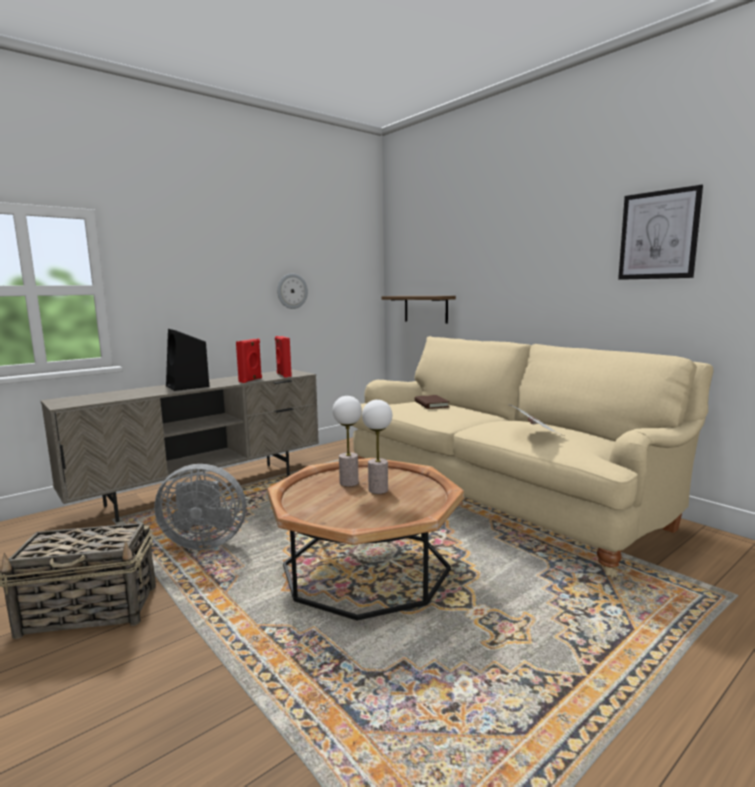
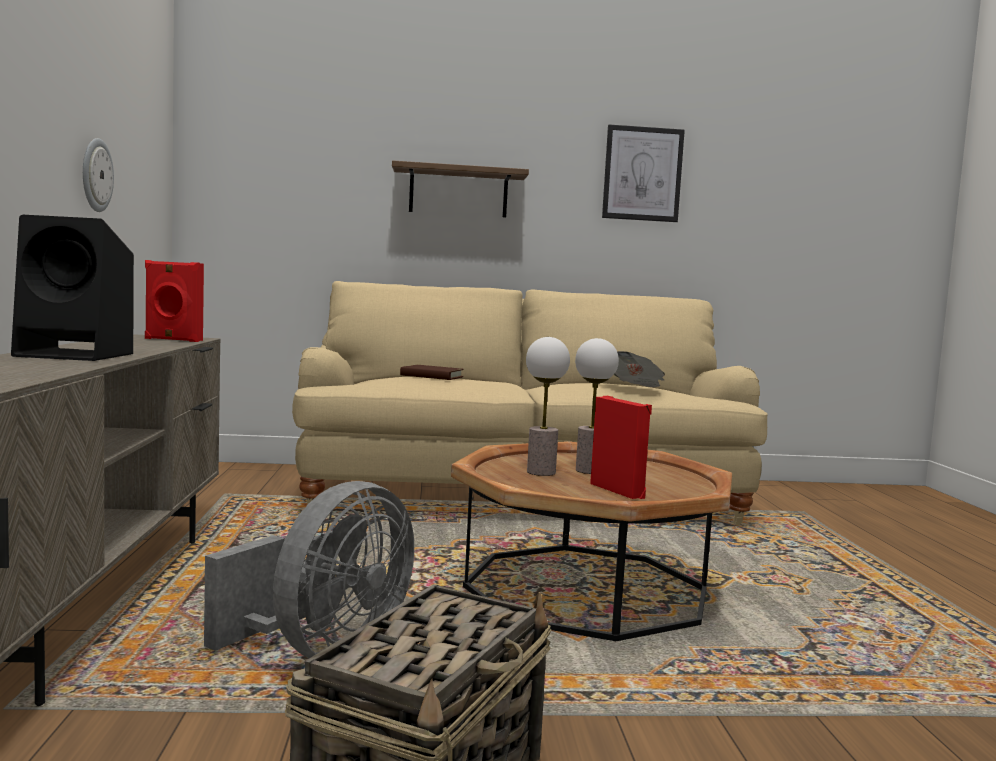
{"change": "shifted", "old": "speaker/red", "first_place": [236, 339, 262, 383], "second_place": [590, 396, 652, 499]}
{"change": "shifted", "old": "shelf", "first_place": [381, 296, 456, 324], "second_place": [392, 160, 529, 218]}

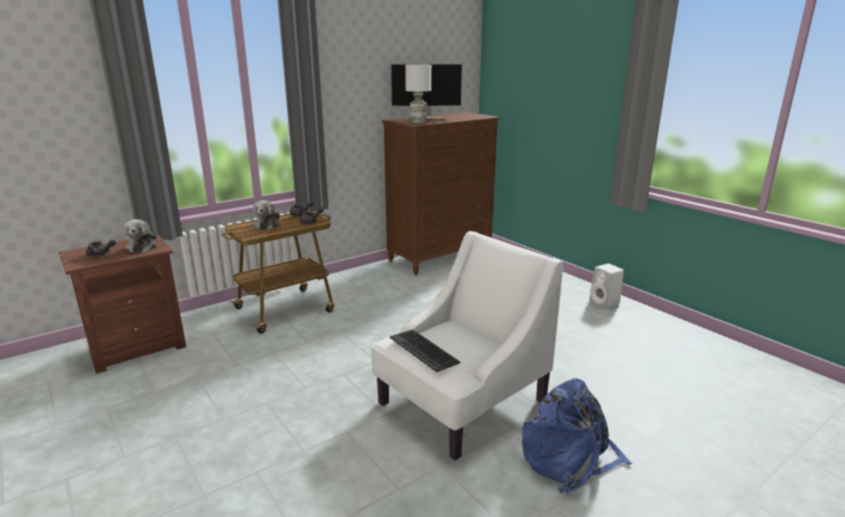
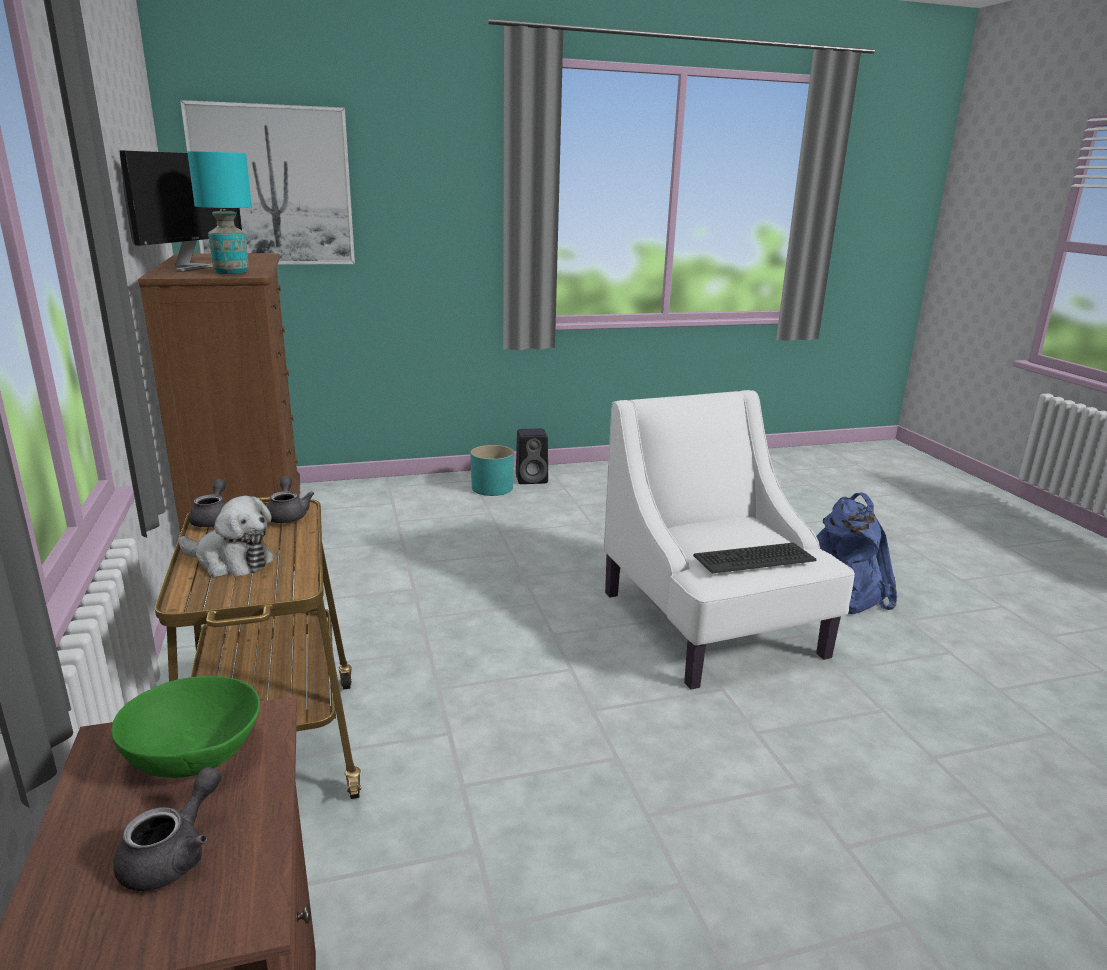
{"change": "new", "new": "picture", "second_place": [180, 100, 355, 265]}
{"change": "new", "new": "planter/turquoise", "second_place": [470, 445, 514, 496]}
{"change": "swapped", "old": "plush toy", "new": "bowl/green", "first_place": [123, 219, 157, 253], "second_place": [111, 676, 260, 778]}
{"change": "repainted", "old": "table lamp/white", "new": "table lamp/turquoise", "first_place": [405, 64, 431, 123], "second_place": [187, 151, 252, 274]}
{"change": "repainted", "old": "speaker/white", "new": "speaker/black", "first_place": [590, 263, 624, 308], "second_place": [516, 428, 548, 484]}

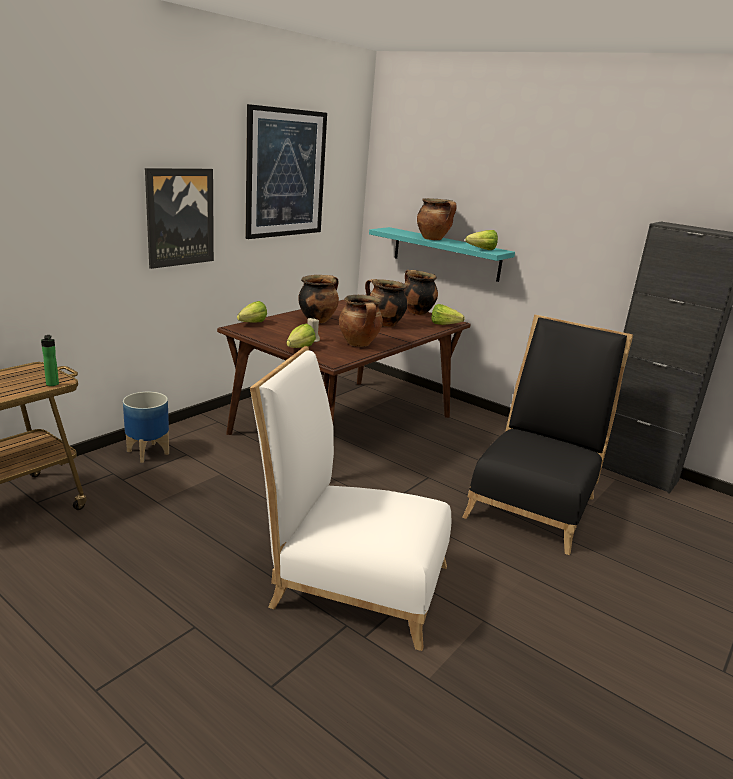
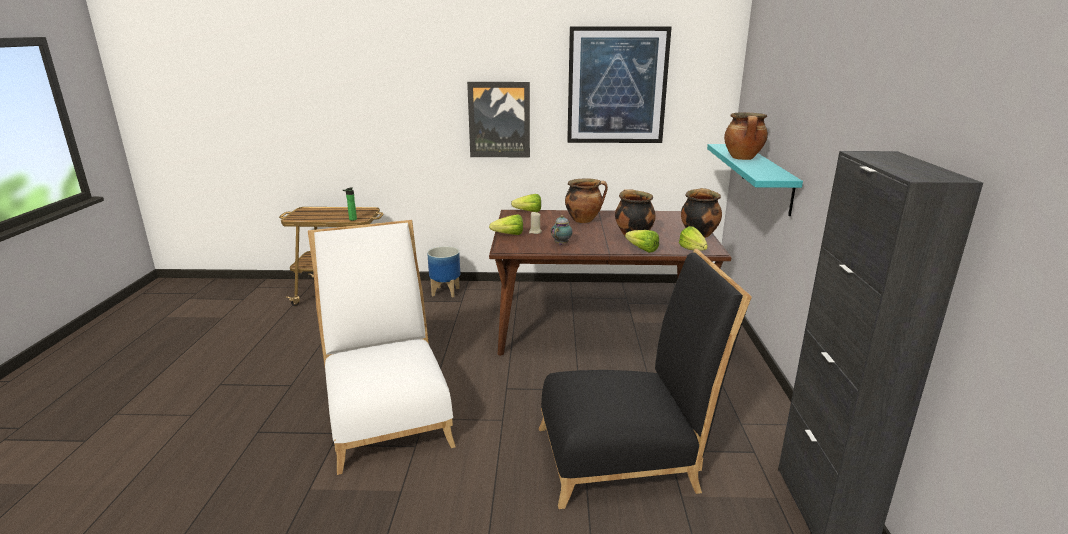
{"change": "shifted", "old": "lettuce", "first_place": [466, 230, 498, 250], "second_place": [625, 230, 659, 253]}
{"change": "swapped", "old": "cooking pot", "new": "teapot", "first_place": [339, 295, 383, 347], "second_place": [551, 215, 573, 245]}

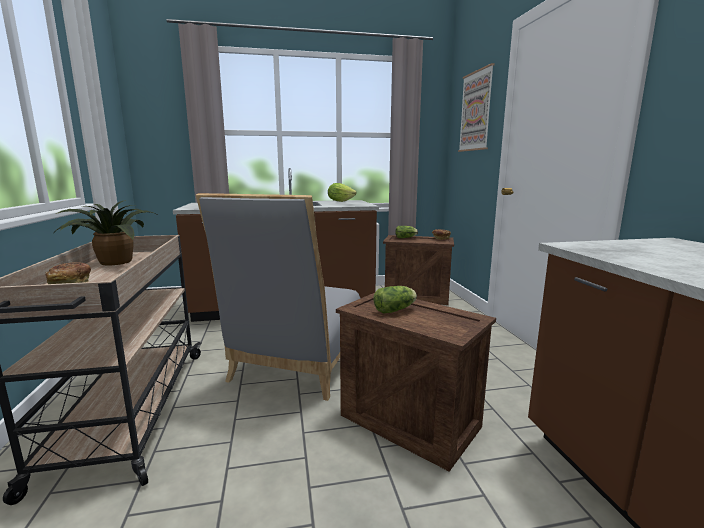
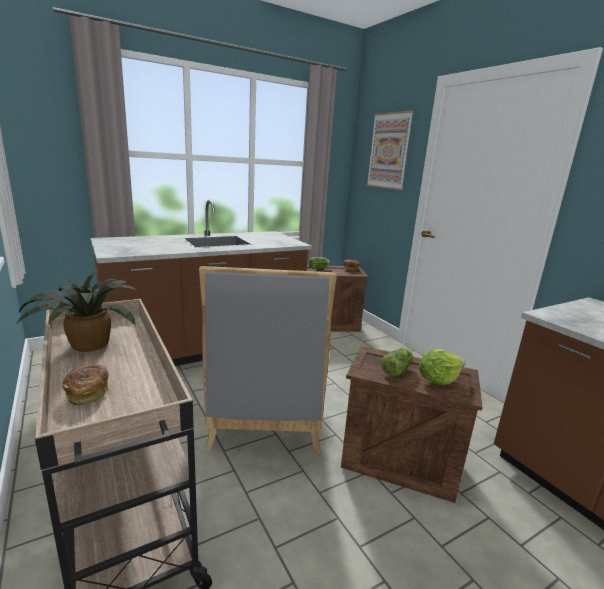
{"change": "shifted", "old": "lettuce", "first_place": [328, 183, 357, 202], "second_place": [419, 349, 465, 385]}

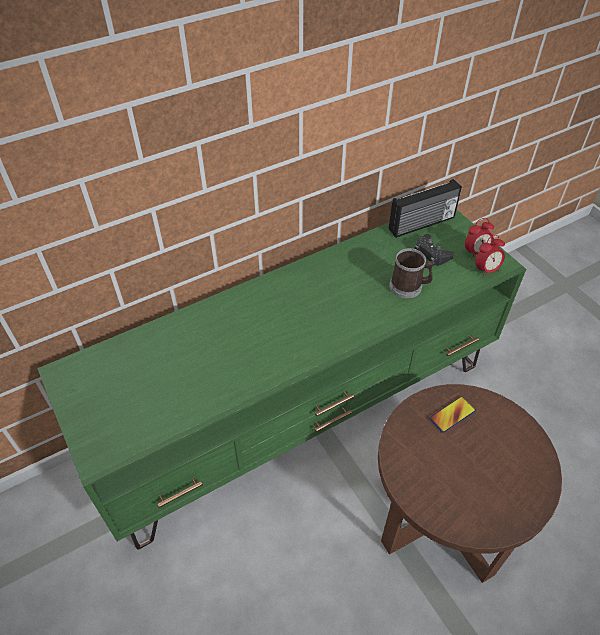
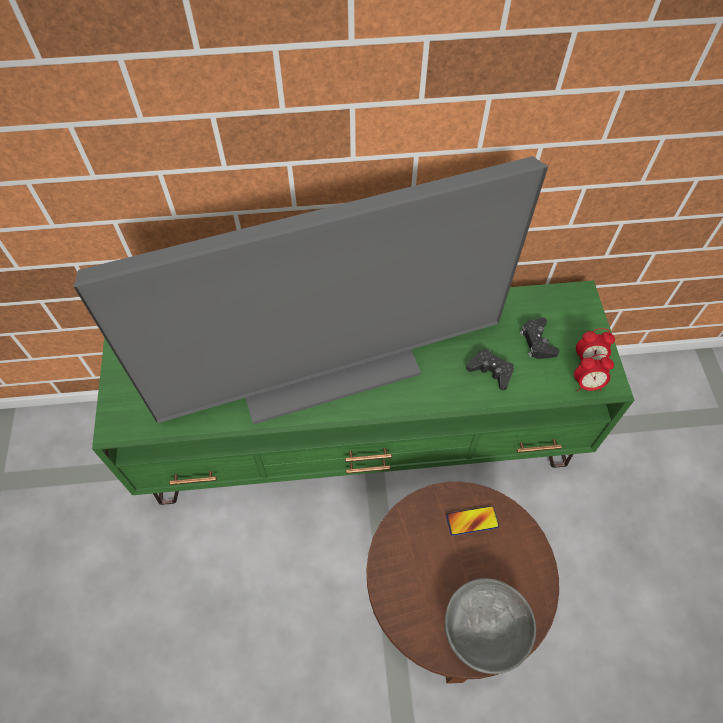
{"change": "gone", "old": "radio", "first_place": [389, 179, 462, 238]}
{"change": "new", "new": "television", "second_place": [73, 156, 548, 425]}
{"change": "new", "new": "bowl/grey", "second_place": [445, 578, 536, 674]}
{"change": "swapped", "old": "mug", "new": "game controller/black", "first_place": [389, 248, 434, 299], "second_place": [466, 349, 514, 390]}

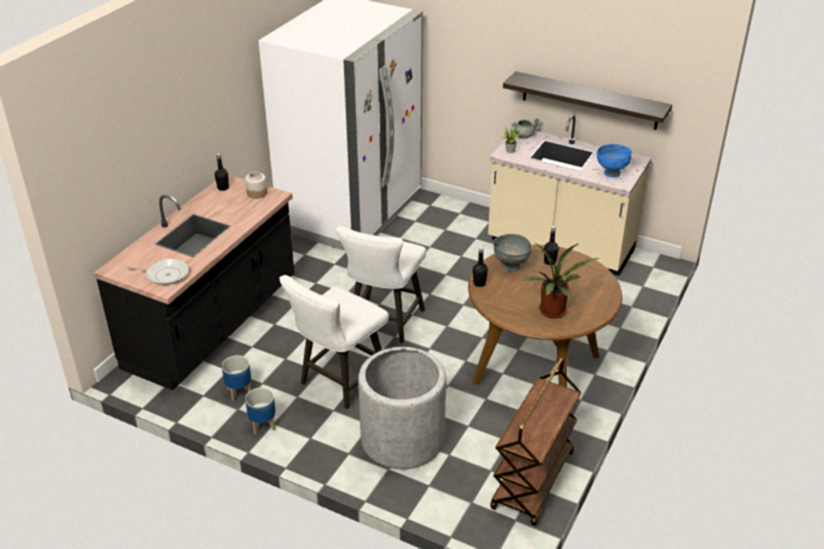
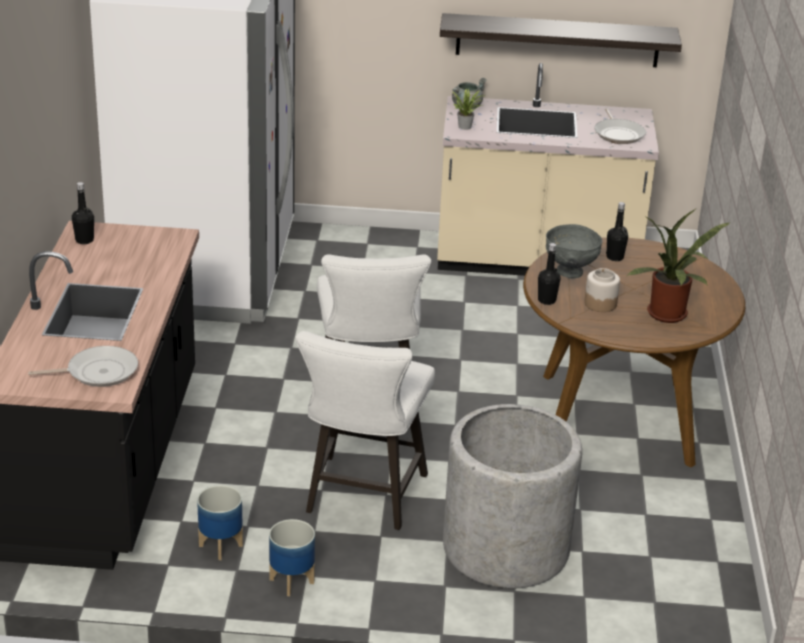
{"change": "gone", "old": "cart/brown", "first_place": [490, 358, 581, 526]}
{"change": "shifted", "old": "jar", "first_place": [245, 172, 267, 199], "second_place": [584, 268, 620, 312]}
{"change": "swapped", "old": "bowl/blue", "new": "frying pan", "first_place": [597, 144, 632, 178], "second_place": [594, 108, 646, 144]}

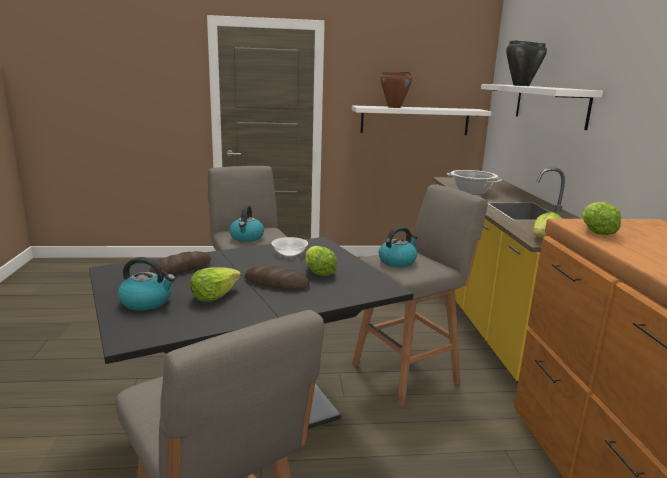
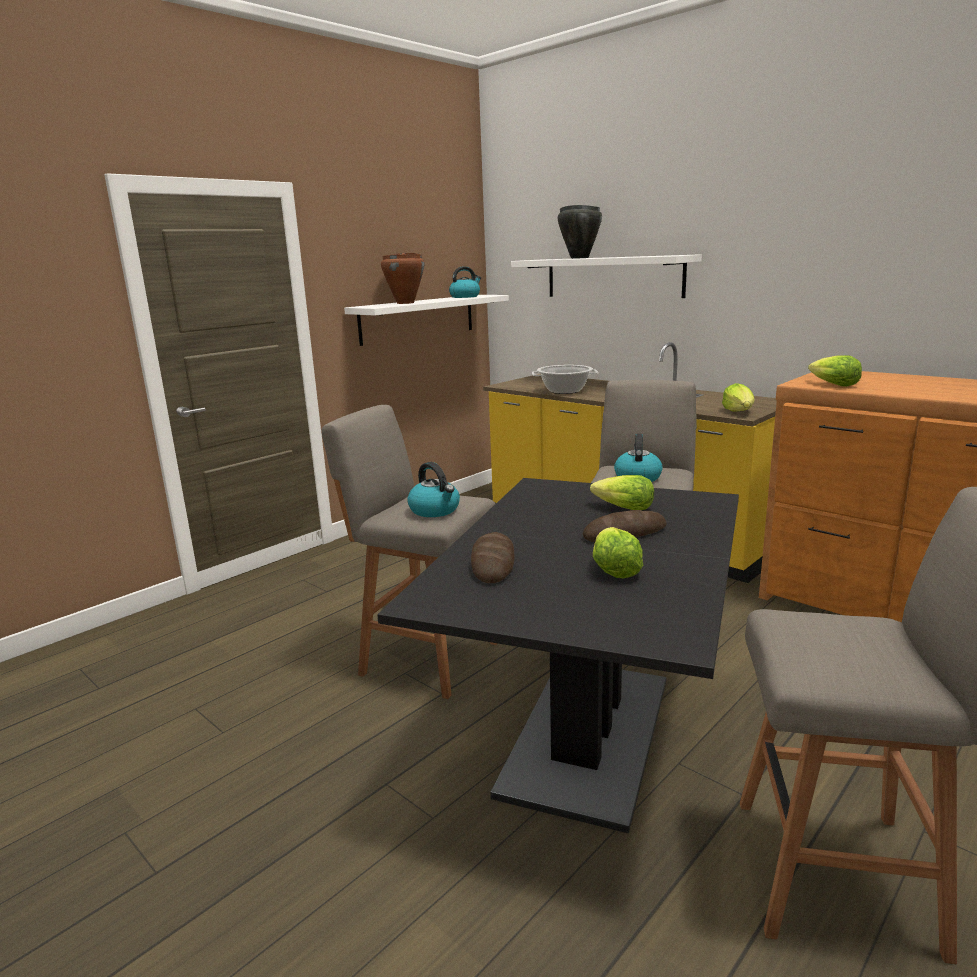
{"change": "gone", "old": "bowl", "first_place": [271, 237, 308, 257]}
{"change": "shifted", "old": "kettle", "first_place": [118, 257, 175, 311], "second_place": [449, 266, 481, 298]}

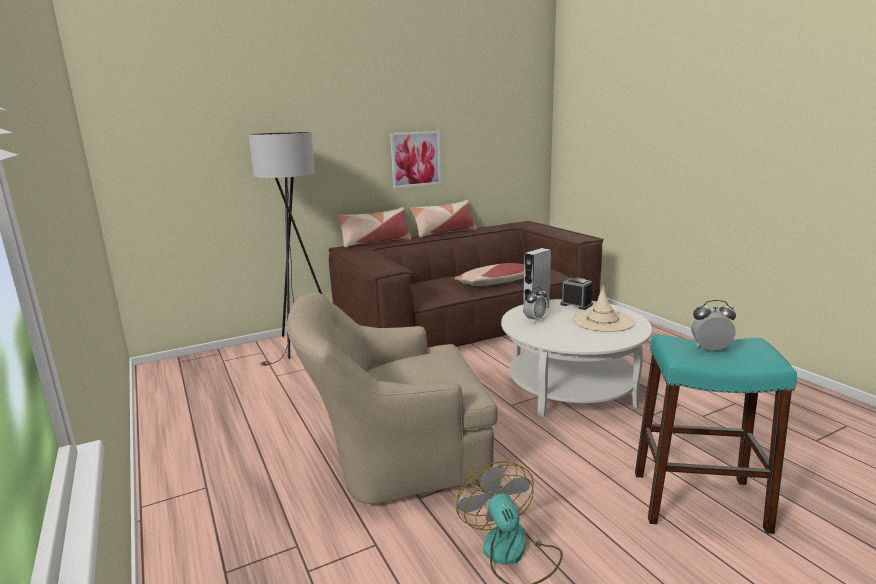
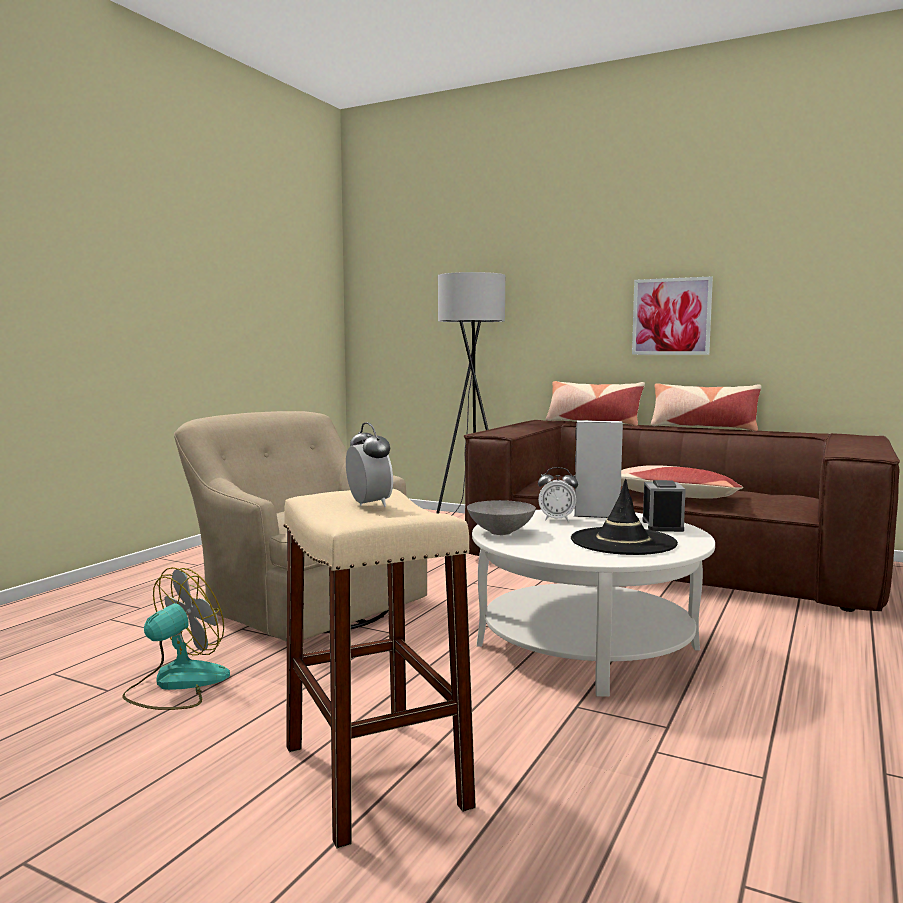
{"change": "new", "new": "bowl/grey", "second_place": [467, 500, 536, 535]}
{"change": "repainted", "old": "hat/beige", "new": "hat/black", "first_place": [572, 285, 635, 332], "second_place": [571, 479, 678, 555]}
{"change": "repainted", "old": "stool/turquoise", "new": "stool/beige", "first_place": [635, 335, 797, 534], "second_place": [283, 489, 476, 849]}

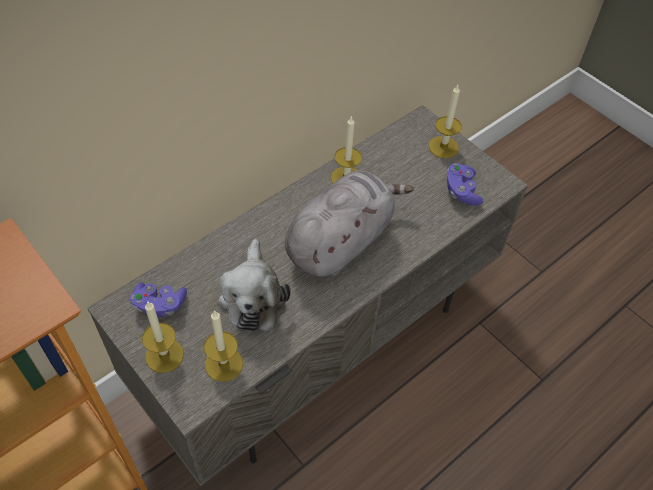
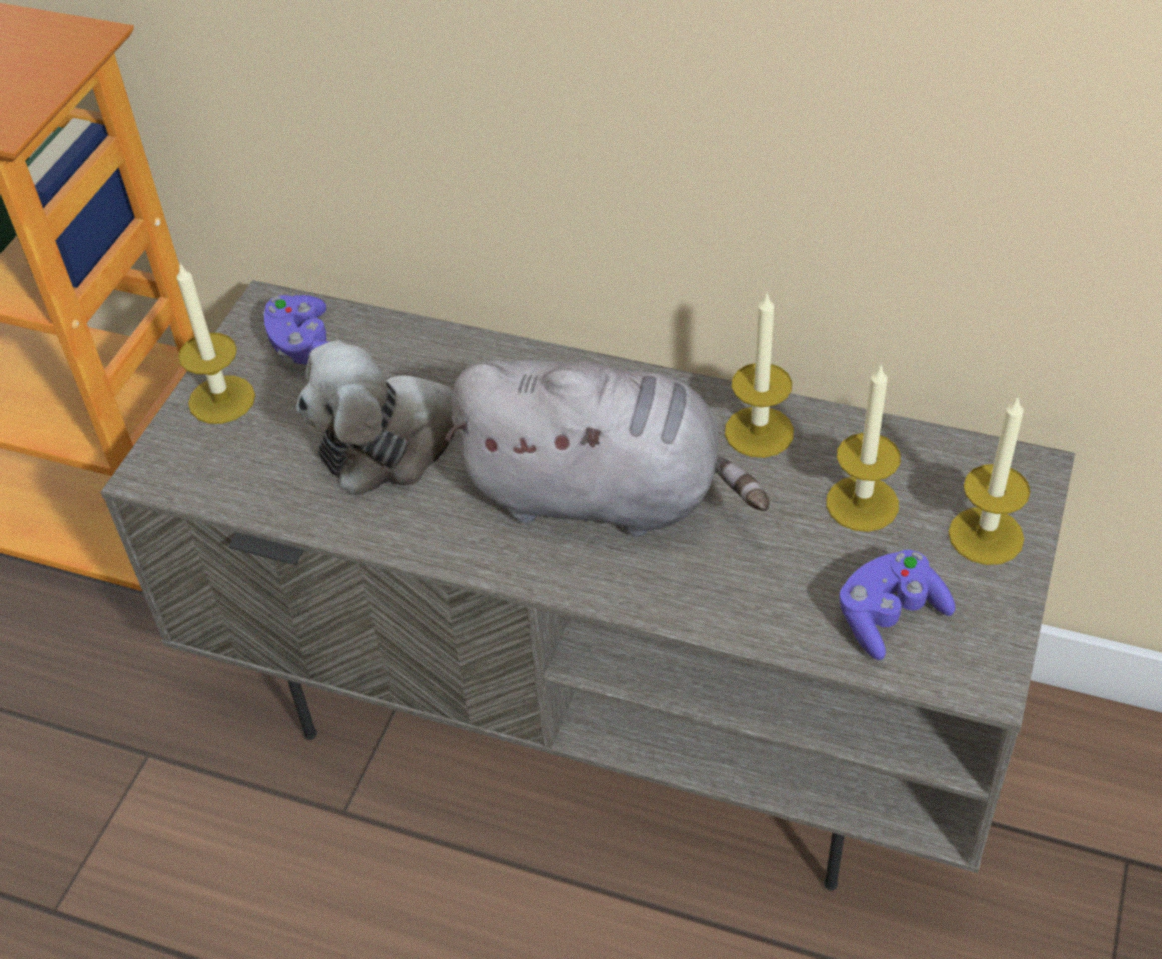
{"change": "shifted", "old": "candle", "first_place": [204, 310, 243, 382], "second_place": [826, 363, 901, 532]}

